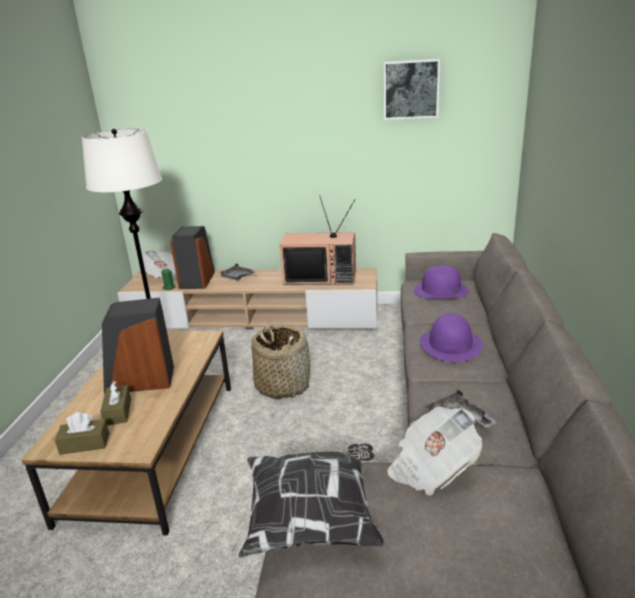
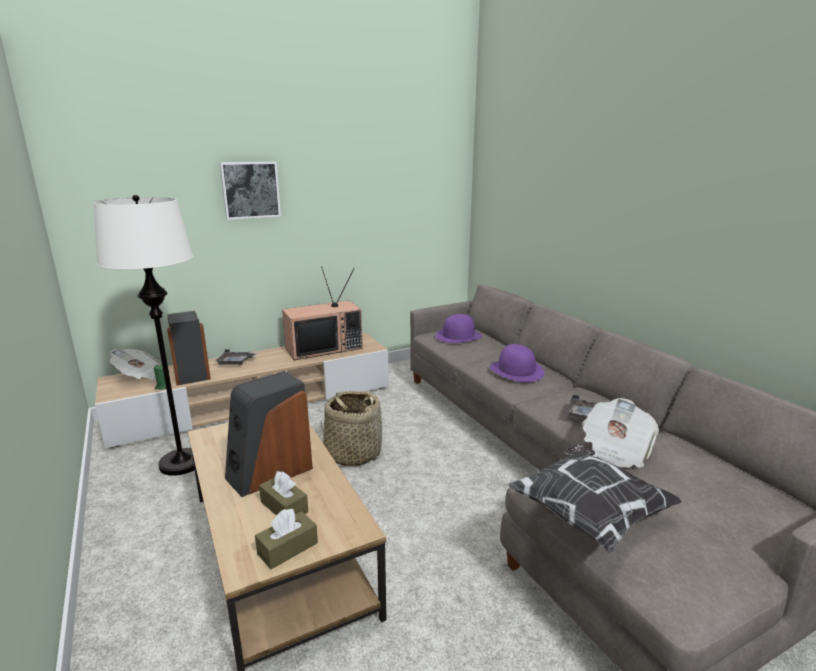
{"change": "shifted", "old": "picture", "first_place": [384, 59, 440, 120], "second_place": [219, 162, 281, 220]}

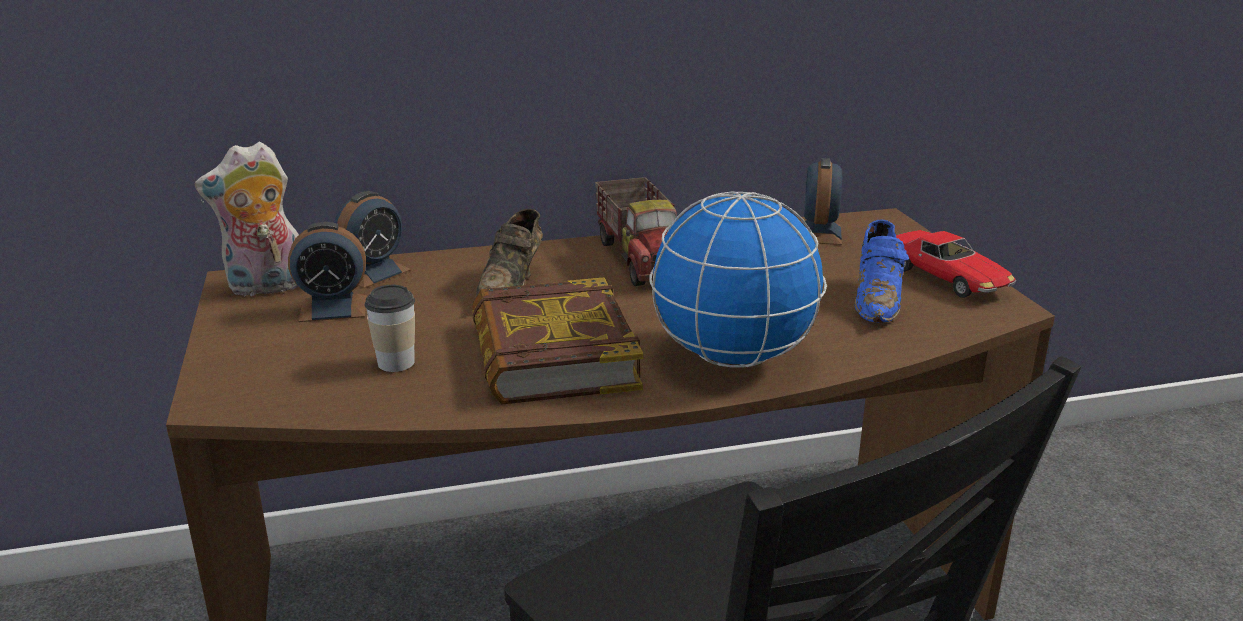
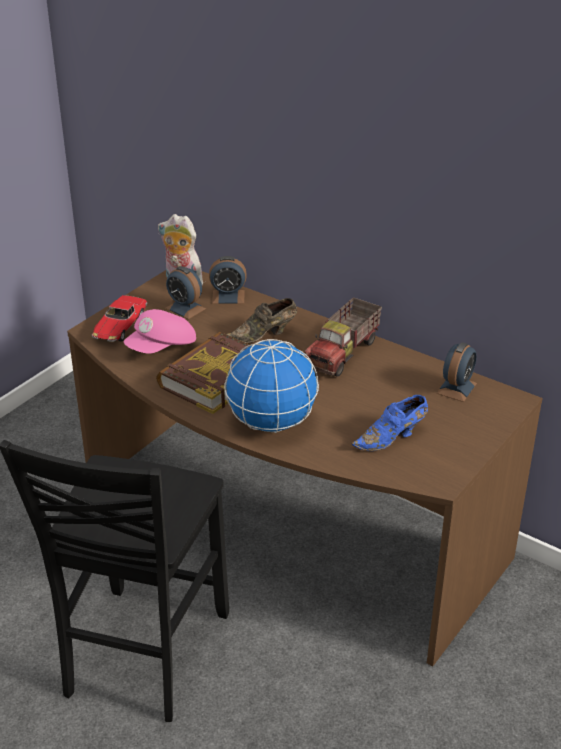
{"change": "shifted", "old": "toy car", "first_place": [896, 230, 1016, 298], "second_place": [92, 295, 148, 342]}
{"change": "swapped", "old": "cup", "new": "cap/pink", "first_place": [364, 285, 415, 372], "second_place": [124, 309, 196, 354]}
{"change": "rotated", "old": "alarm clock", "first_place": [801, 158, 842, 245], "second_place": [437, 342, 477, 402], "degrees": 150}

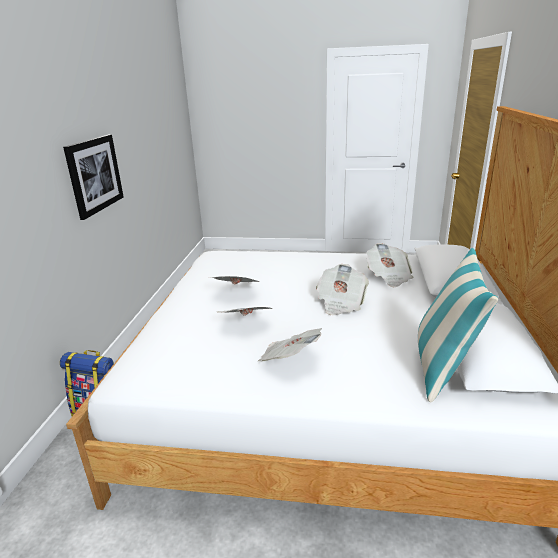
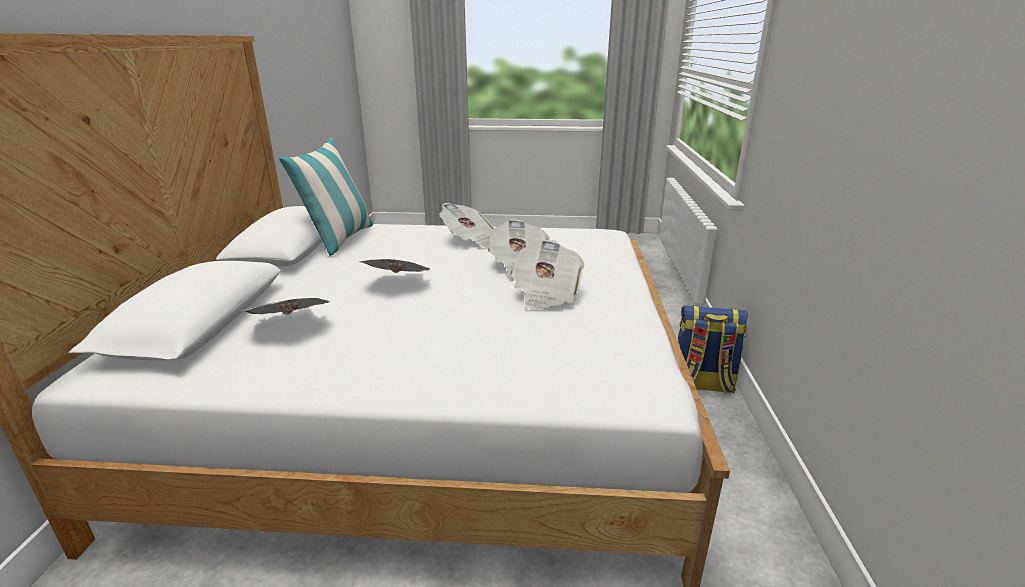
{"change": "gone", "old": "picture", "first_place": [63, 134, 124, 220]}

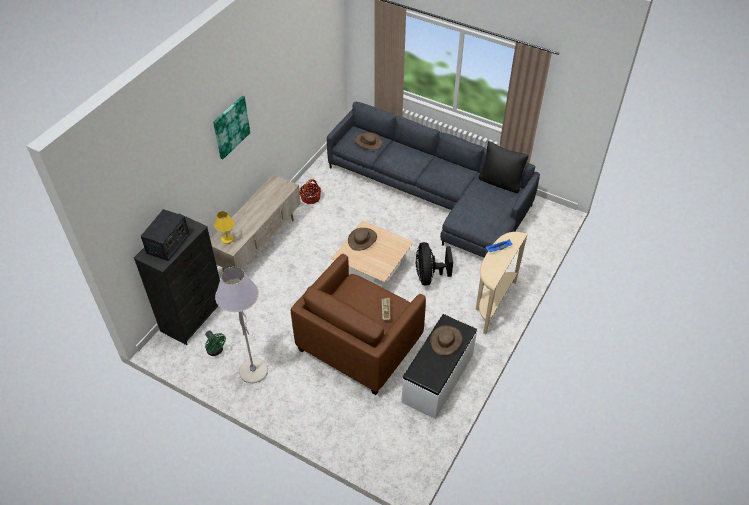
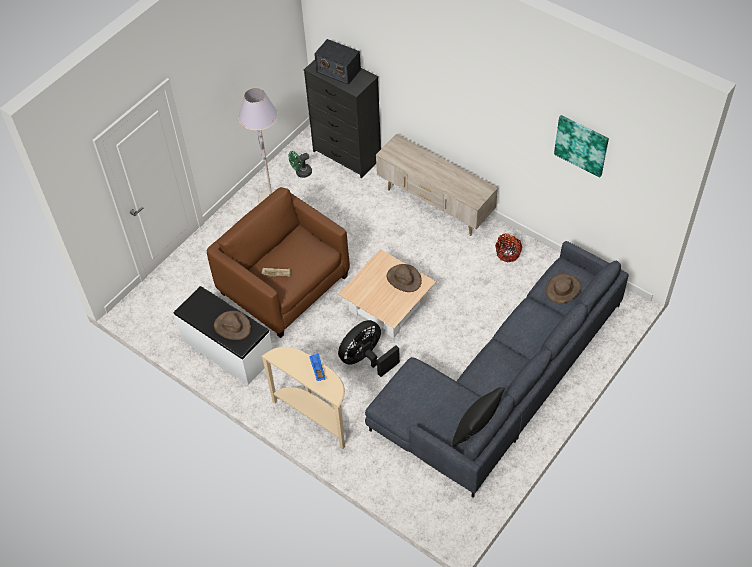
{"change": "gone", "old": "table lamp/yellow", "first_place": [214, 211, 234, 244]}
{"change": "shifted", "old": "picture", "first_place": [213, 96, 250, 159], "second_place": [554, 115, 609, 177]}
{"change": "rotated", "old": "fan/black", "first_place": [416, 242, 453, 286], "second_place": [338, 320, 400, 377], "degrees": -45}

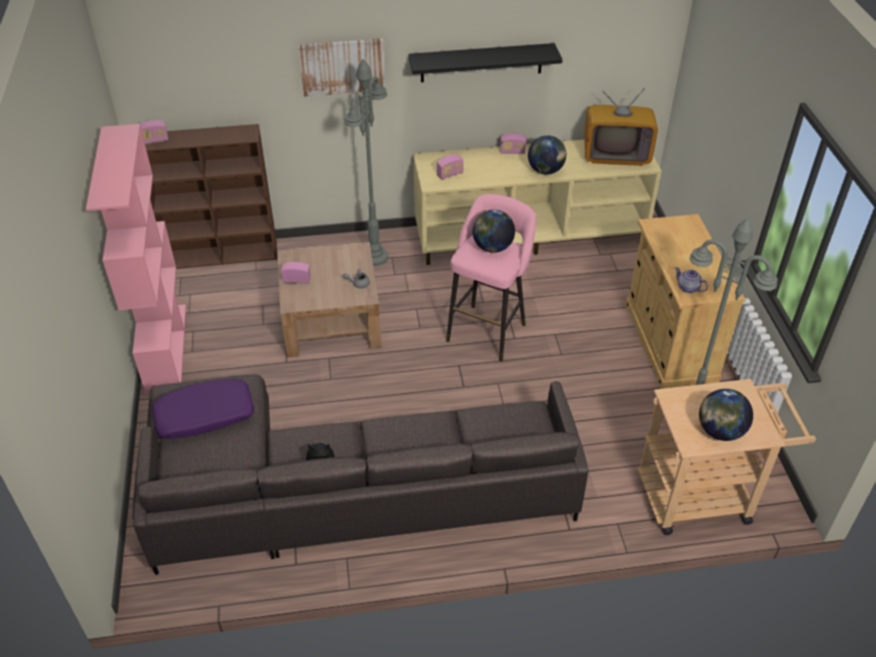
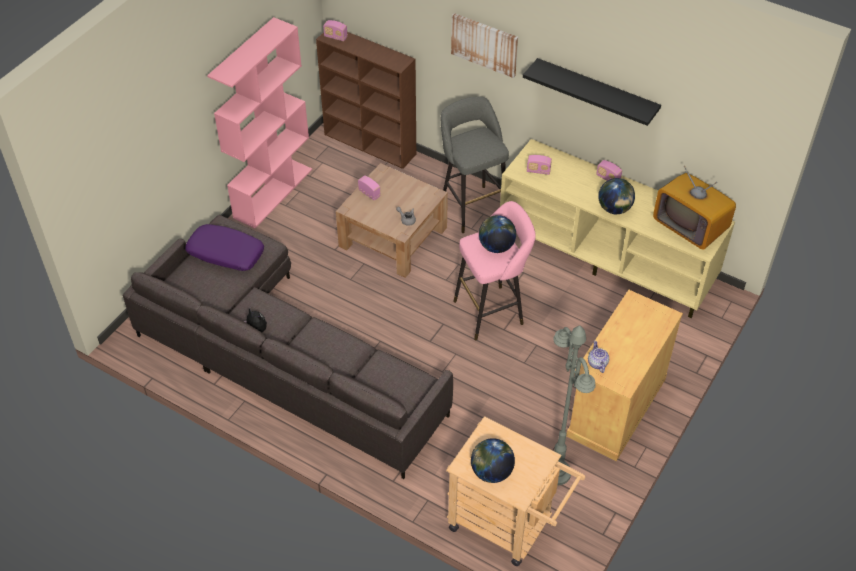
{"change": "swapped", "old": "floor lamp/grey", "new": "stool/grey", "first_place": [344, 59, 388, 266], "second_place": [441, 96, 509, 233]}

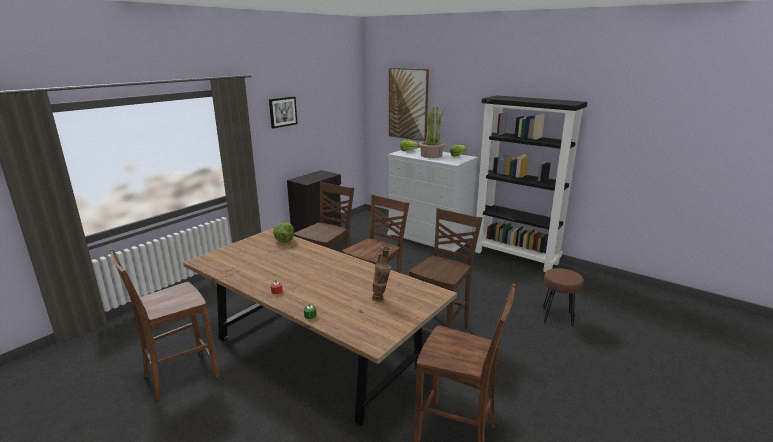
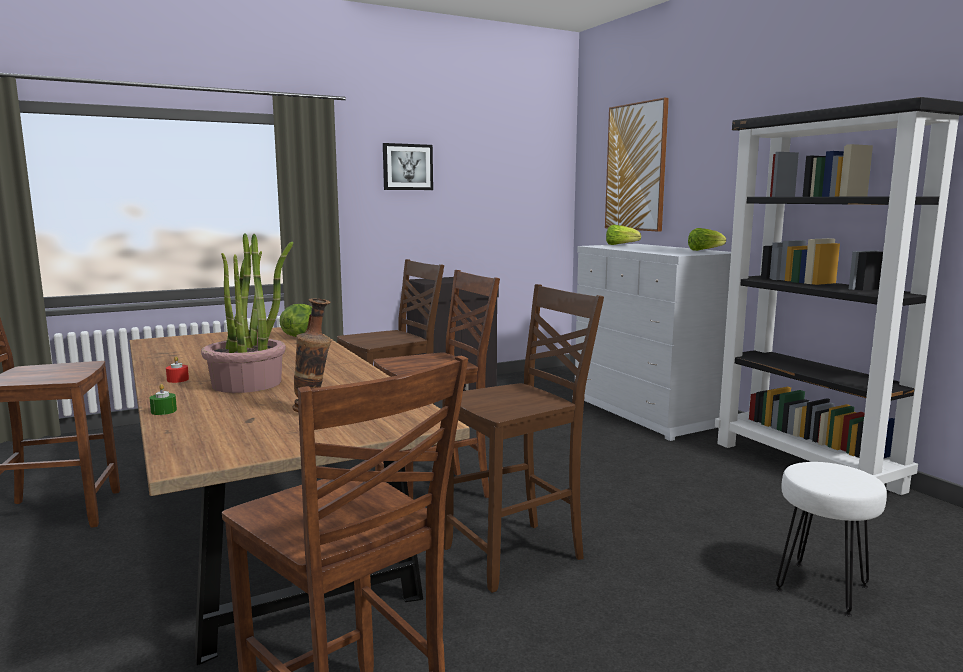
{"change": "shifted", "old": "potted plant", "first_place": [419, 107, 445, 158], "second_place": [201, 233, 293, 393]}
{"change": "repainted", "old": "stool/brown", "new": "stool/white", "first_place": [543, 268, 584, 327], "second_place": [776, 462, 887, 617]}

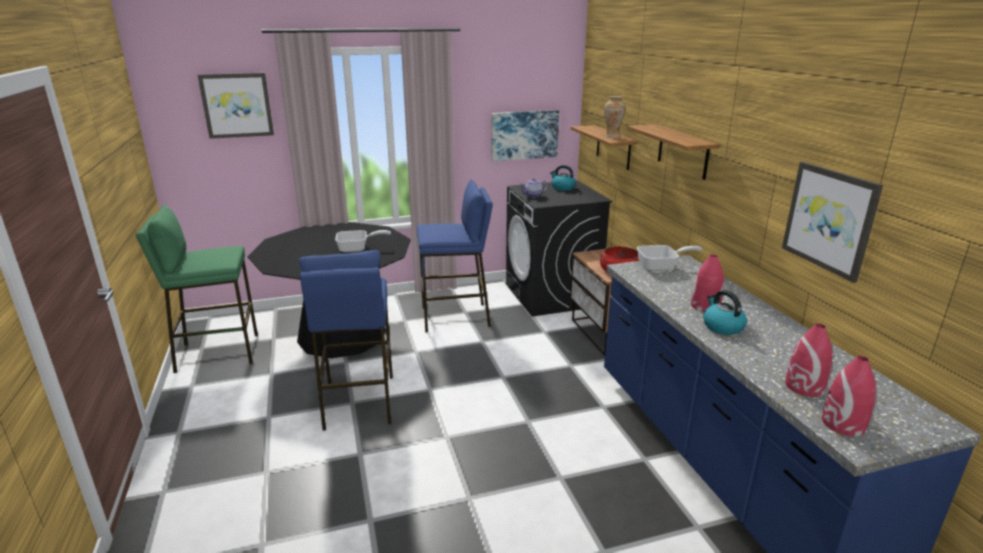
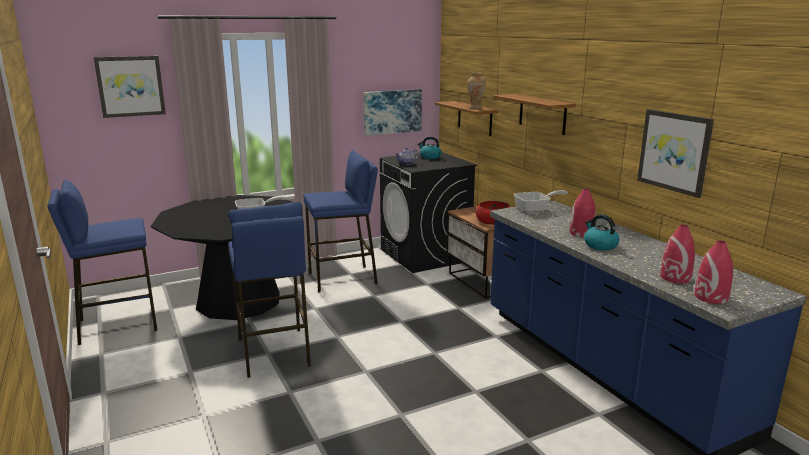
{"change": "repainted", "old": "stool/green", "new": "stool/blue", "first_place": [136, 205, 258, 373], "second_place": [47, 180, 158, 345]}

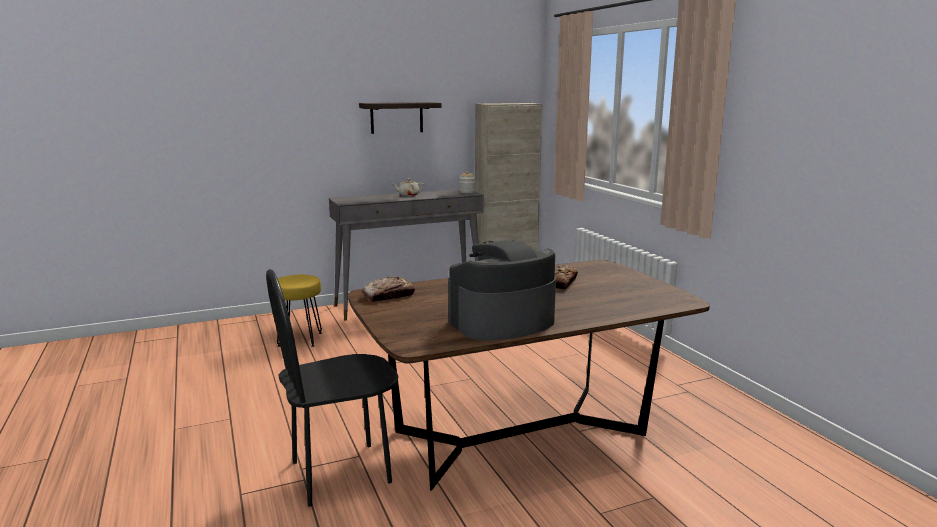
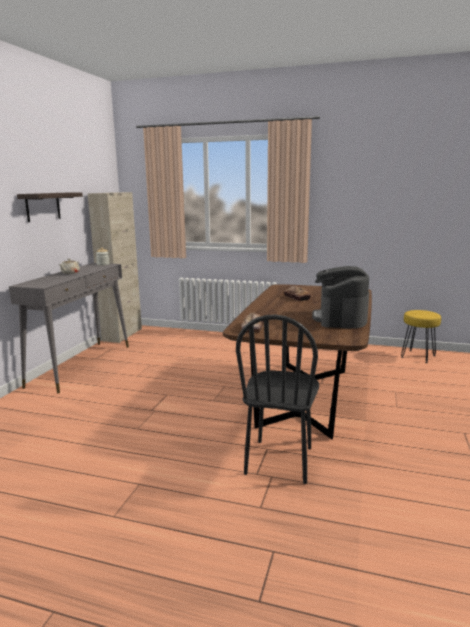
{"change": "shifted", "old": "stool/yellow", "first_place": [277, 275, 322, 347], "second_place": [401, 310, 441, 363]}

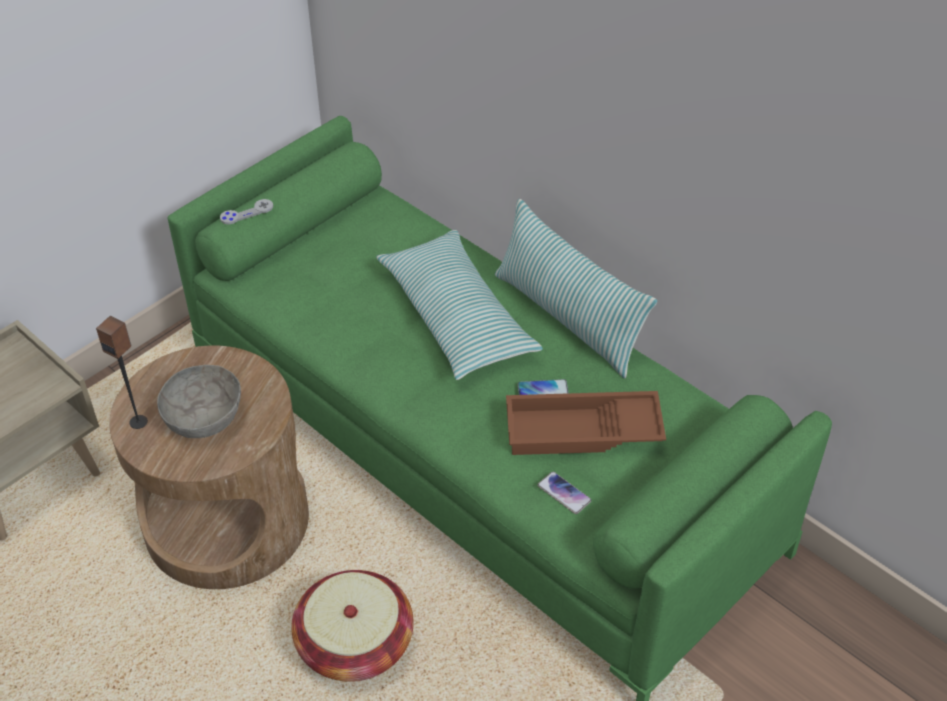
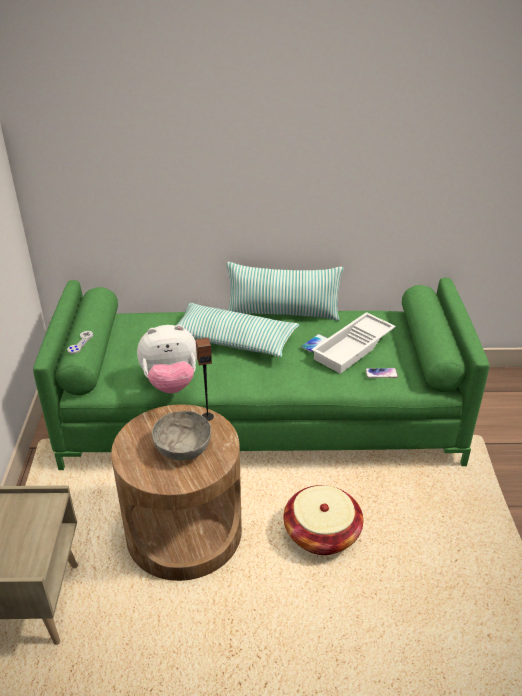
{"change": "new", "new": "plush toy", "second_place": [137, 325, 197, 393]}
{"change": "shifted", "old": "speaker", "first_place": [96, 316, 148, 429], "second_place": [196, 338, 214, 421]}
{"change": "repainted", "old": "tray/brown", "new": "tray/white", "first_place": [506, 391, 666, 455], "second_place": [312, 312, 396, 374]}

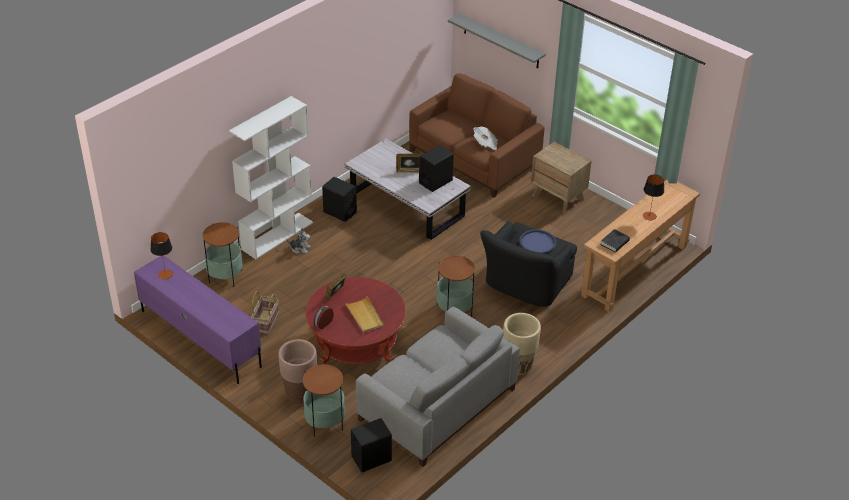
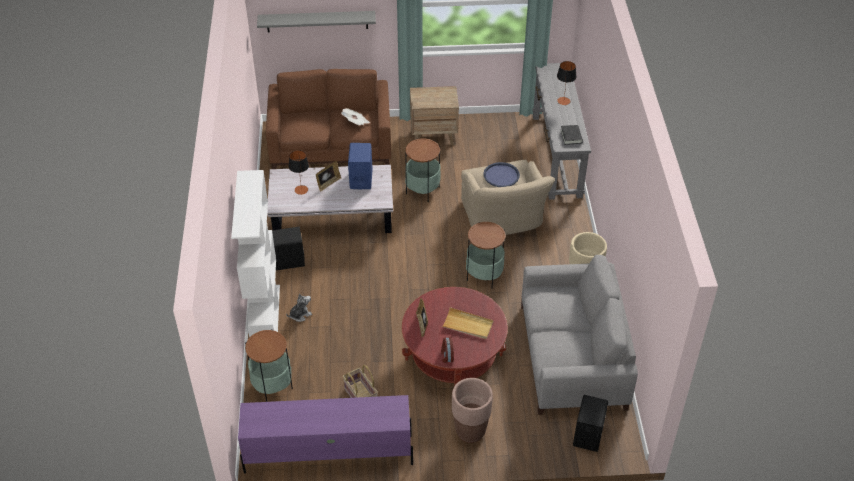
{"change": "shifted", "old": "table lamp", "first_place": [151, 232, 173, 279], "second_place": [289, 150, 309, 195]}
{"change": "shifted", "old": "side table", "first_place": [303, 365, 345, 437], "second_place": [405, 138, 441, 202]}
{"change": "repainted", "old": "speaker/black", "new": "speaker/blue", "first_place": [419, 145, 453, 192], "second_place": [348, 143, 373, 190]}
{"change": "repainted", "old": "armchair/black", "new": "armchair/beige", "first_place": [480, 222, 577, 307], "second_place": [461, 160, 555, 235]}
{"change": "repainted", "old": "console table/brown", "new": "console table/grey", "first_place": [580, 180, 700, 312], "second_place": [532, 63, 591, 200]}

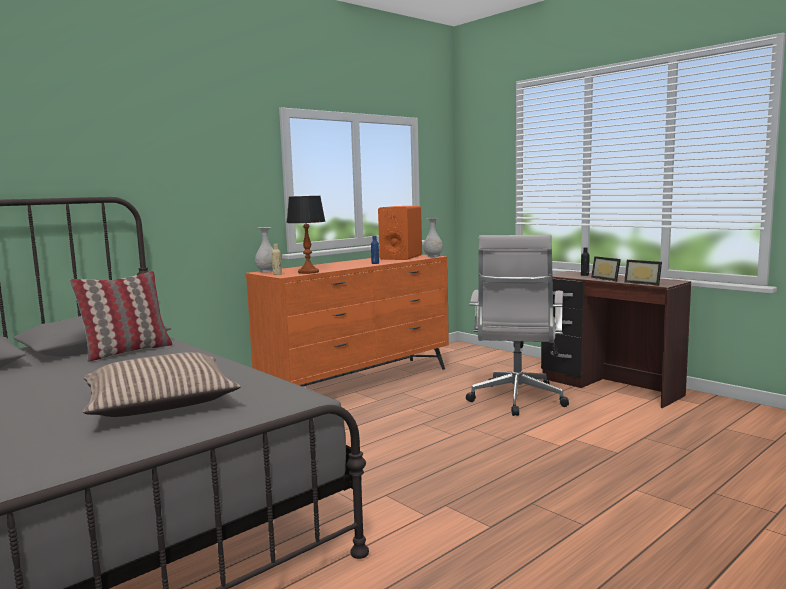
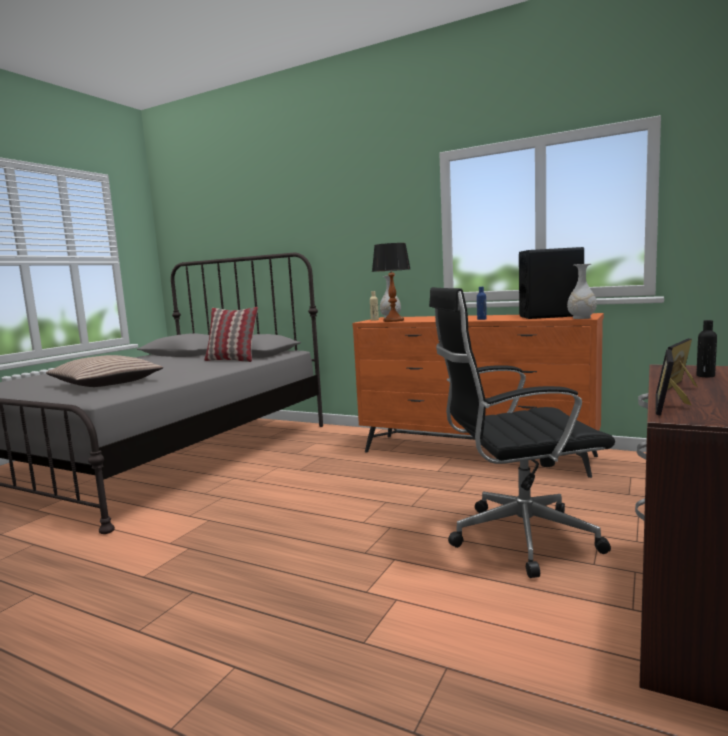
{"change": "repainted", "old": "speaker/orange", "new": "speaker/black", "first_place": [378, 206, 422, 260], "second_place": [519, 247, 584, 319]}
{"change": "repainted", "old": "office chair/white", "new": "office chair/black", "first_place": [466, 235, 569, 416], "second_place": [429, 287, 615, 578]}

